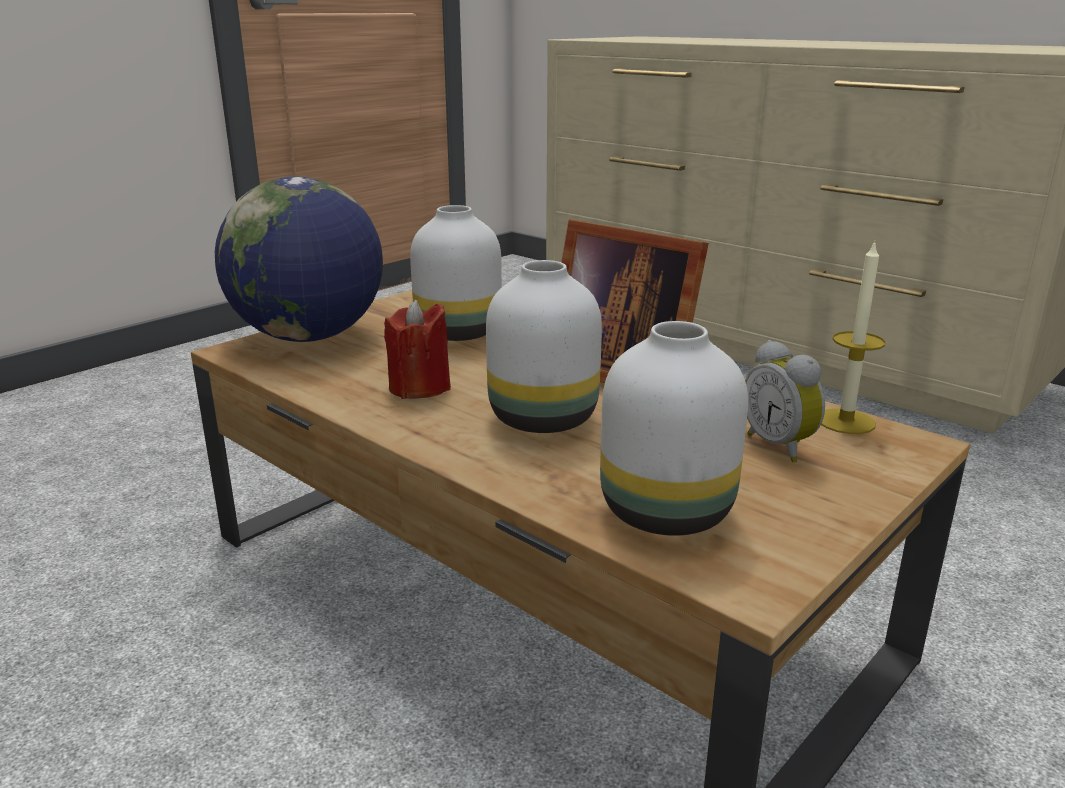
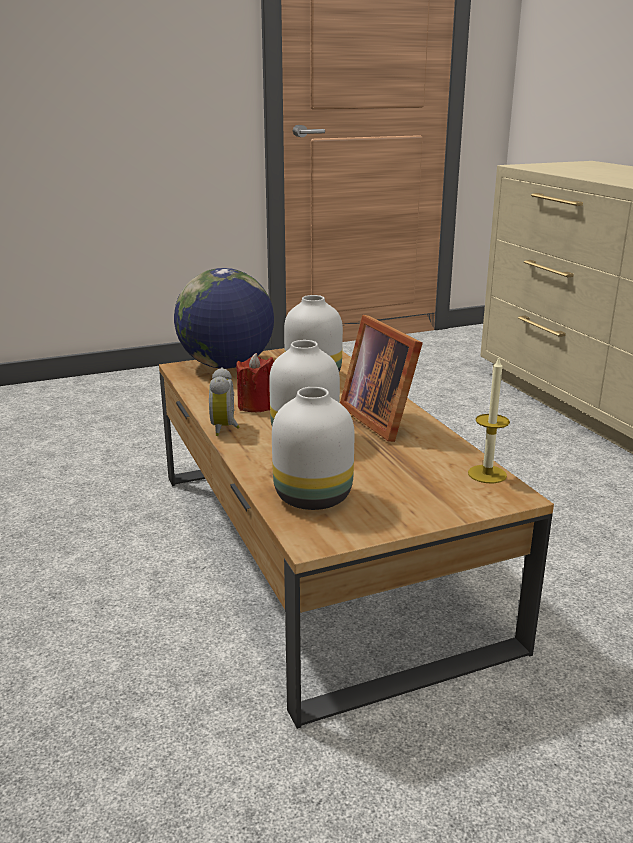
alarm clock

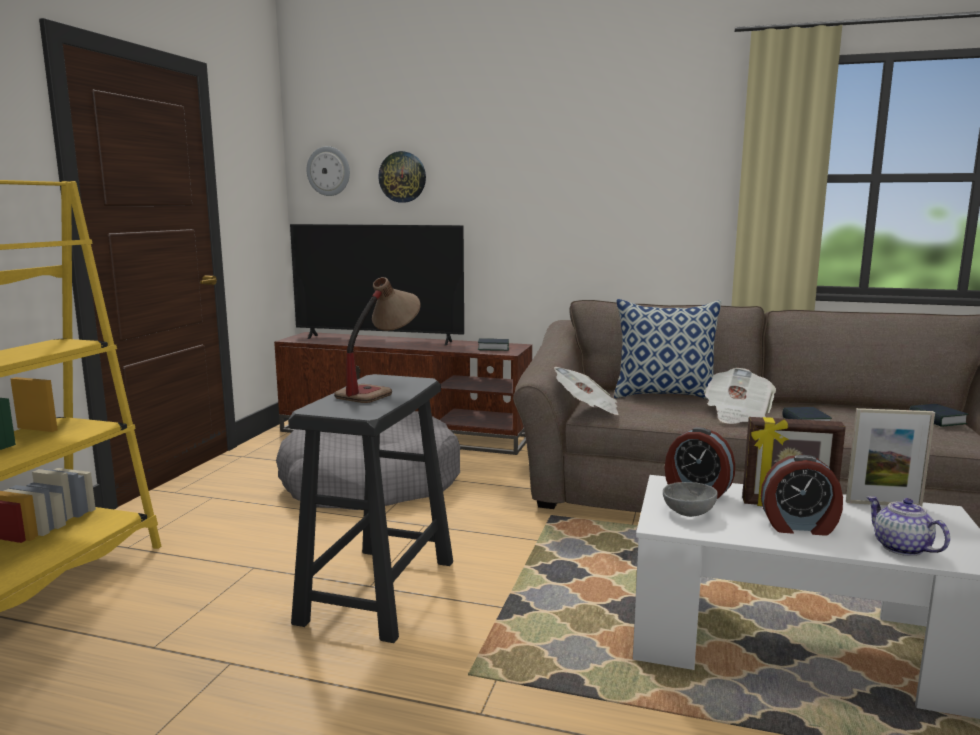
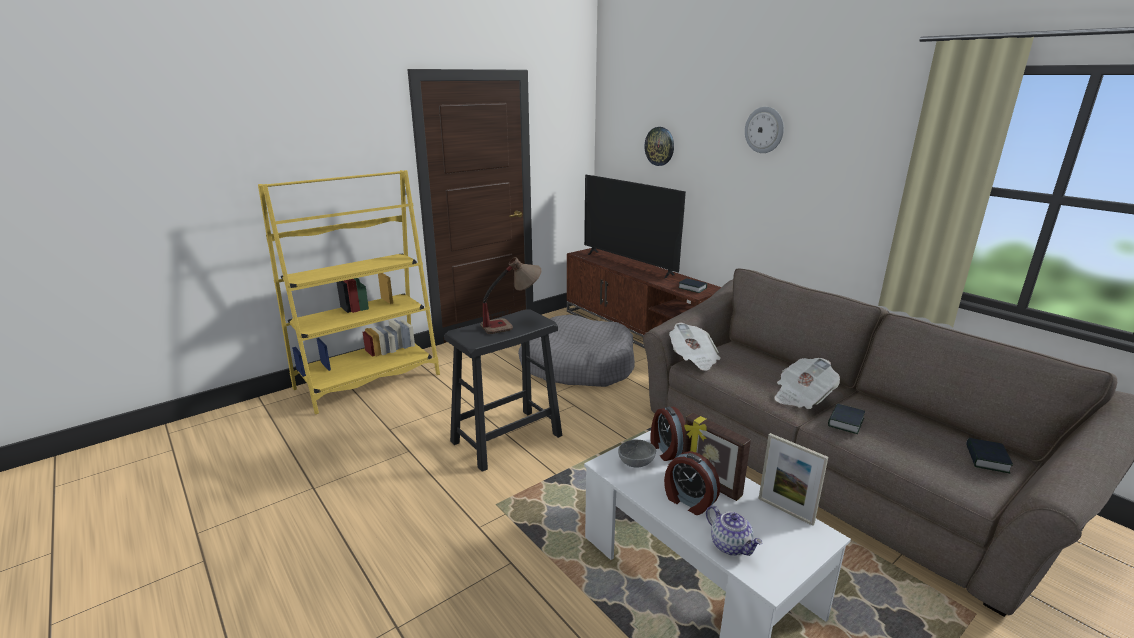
wall clock (2nd from left); pillow; teapot

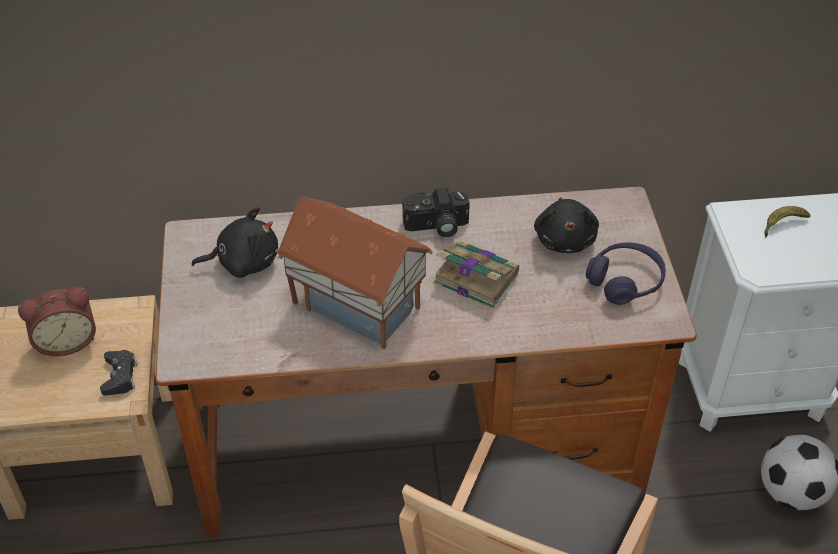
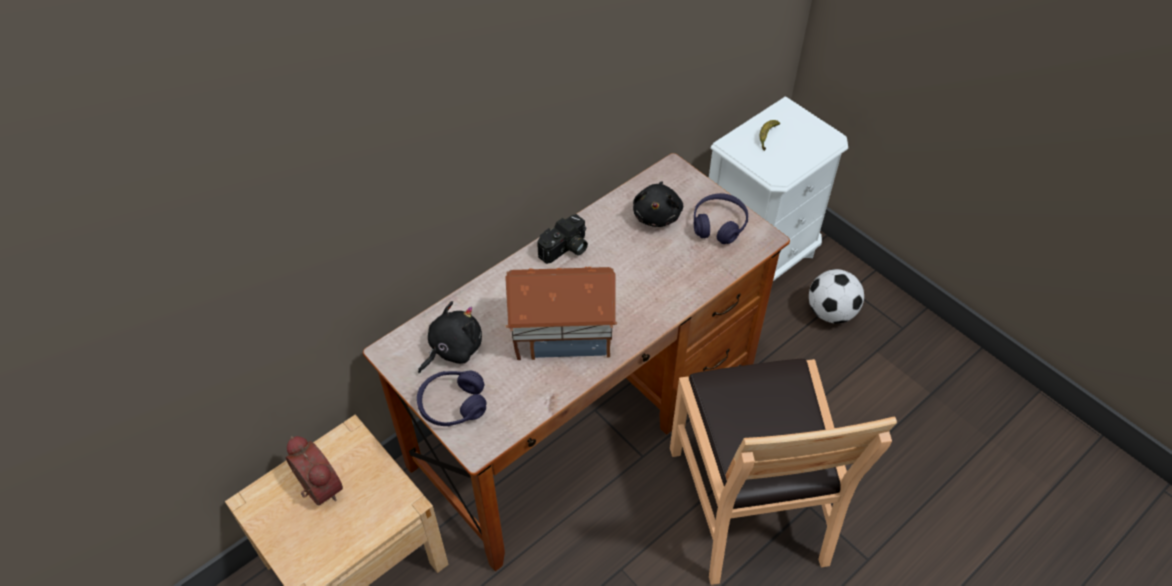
alarm clock; black game controller; book; black plush toy (2nd from left); purple headphones (1st from left)

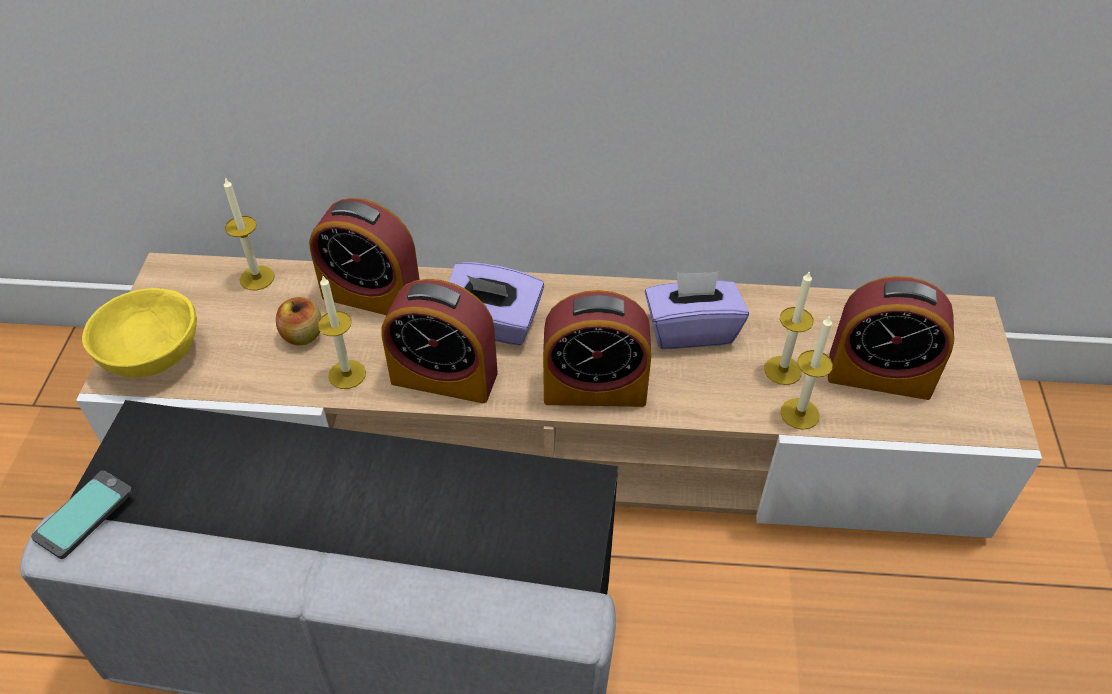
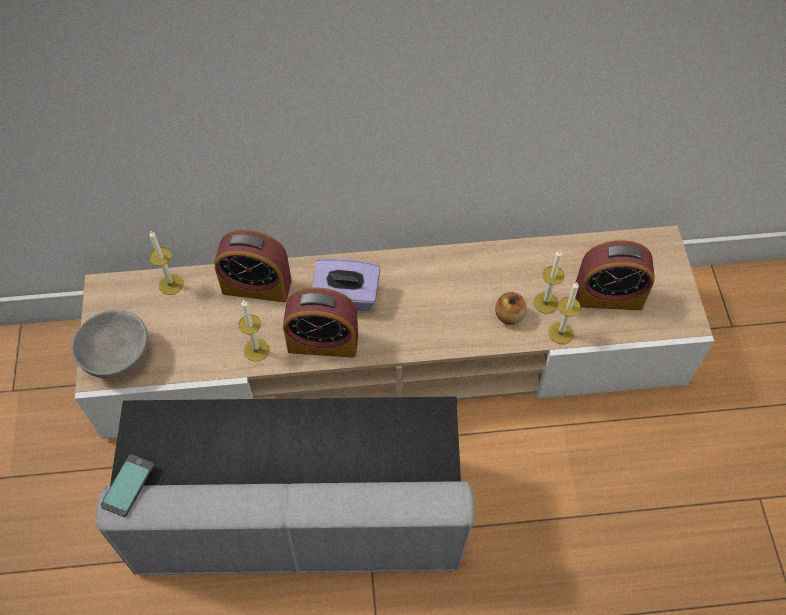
grey bowl; apple; alarm clock (3rd from left in the first image); purple tissue box (2nd from left in the first image)

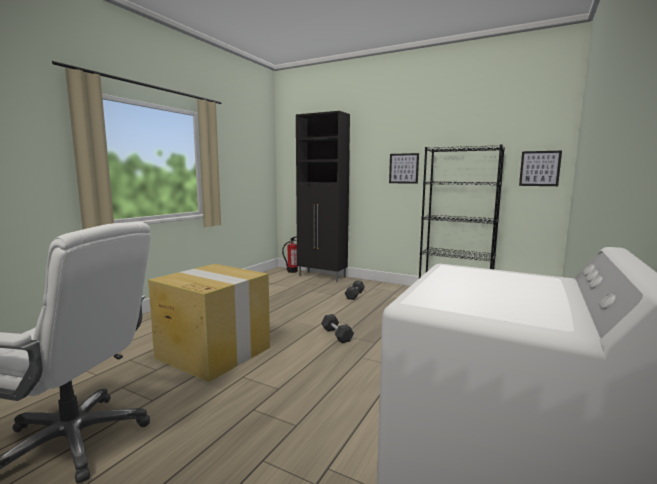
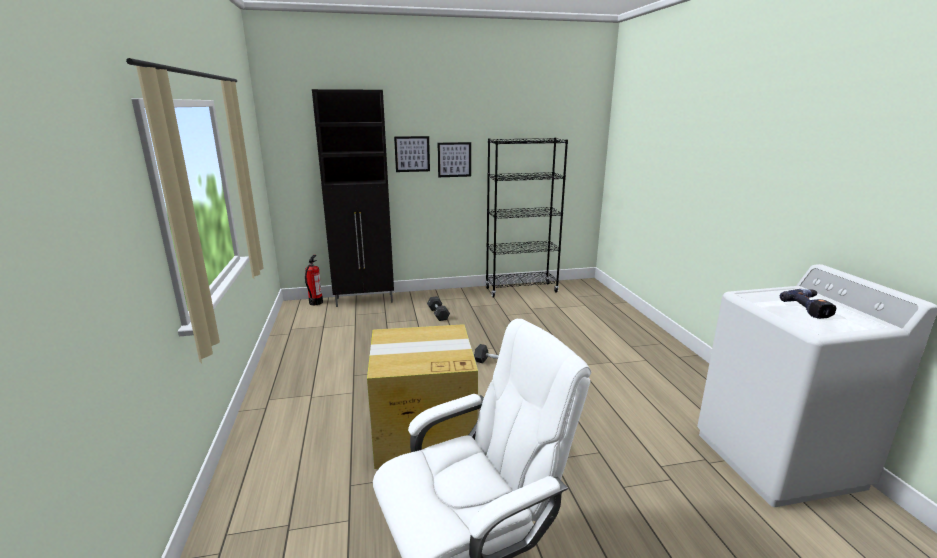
picture (1st from left); power drill

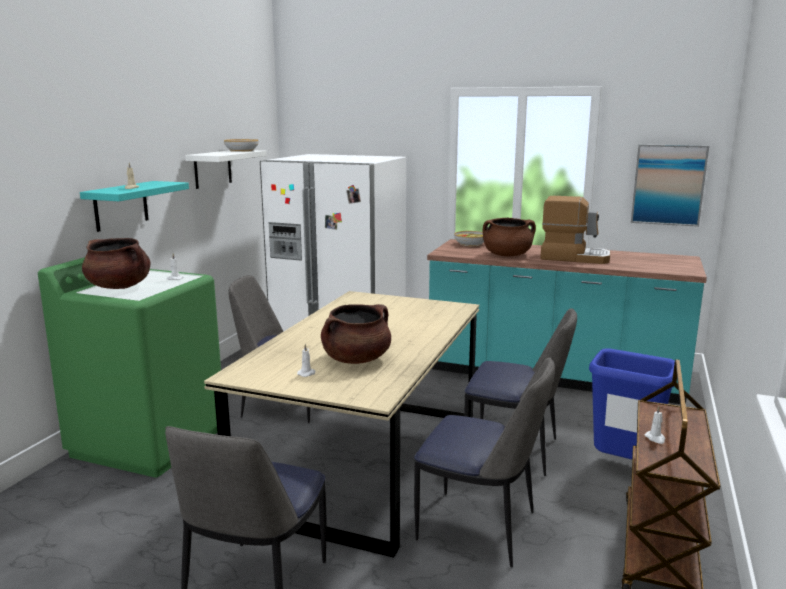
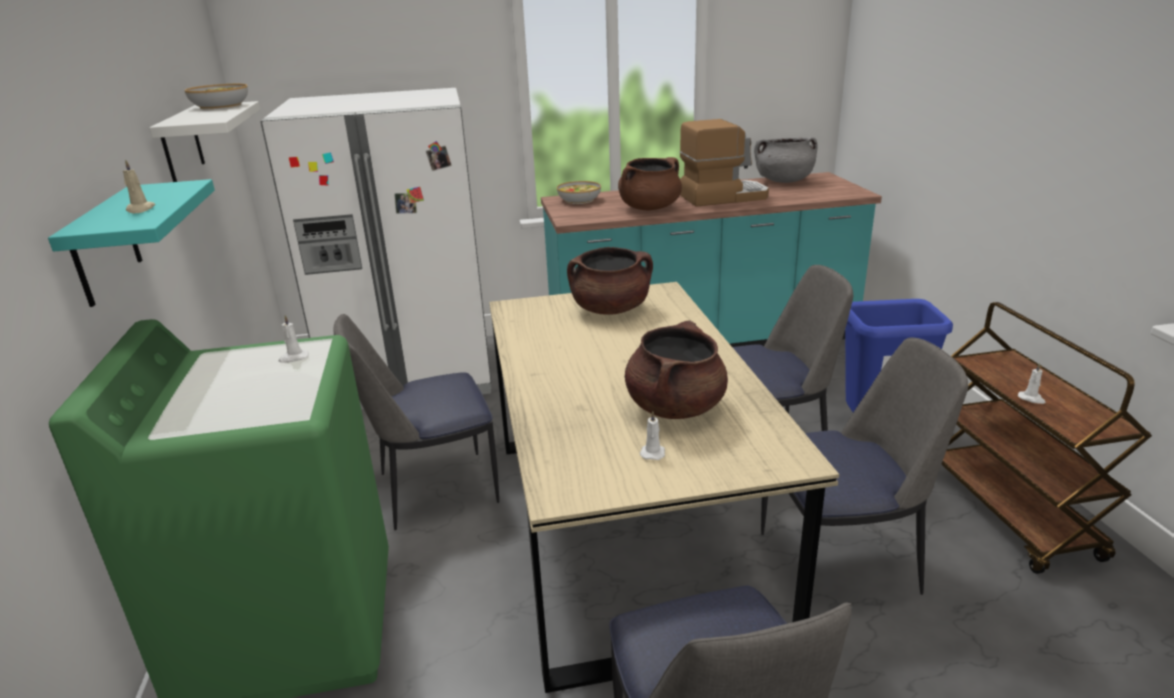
brown cooking pot (1st from left); picture; grey cooking pot

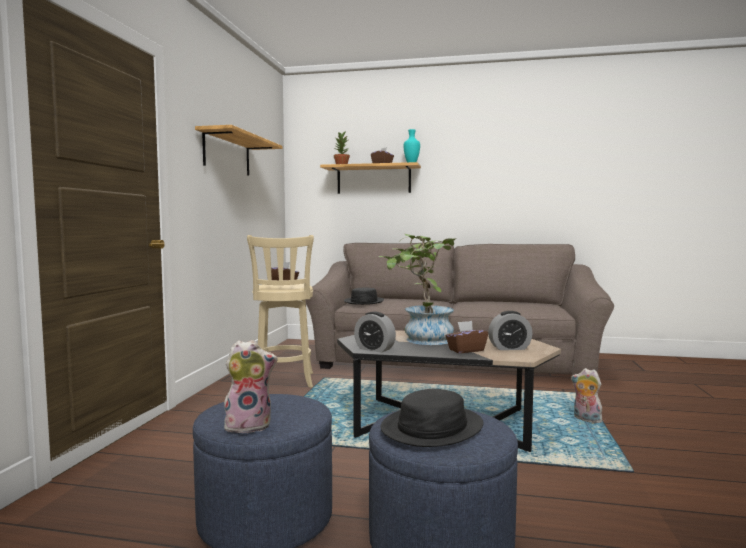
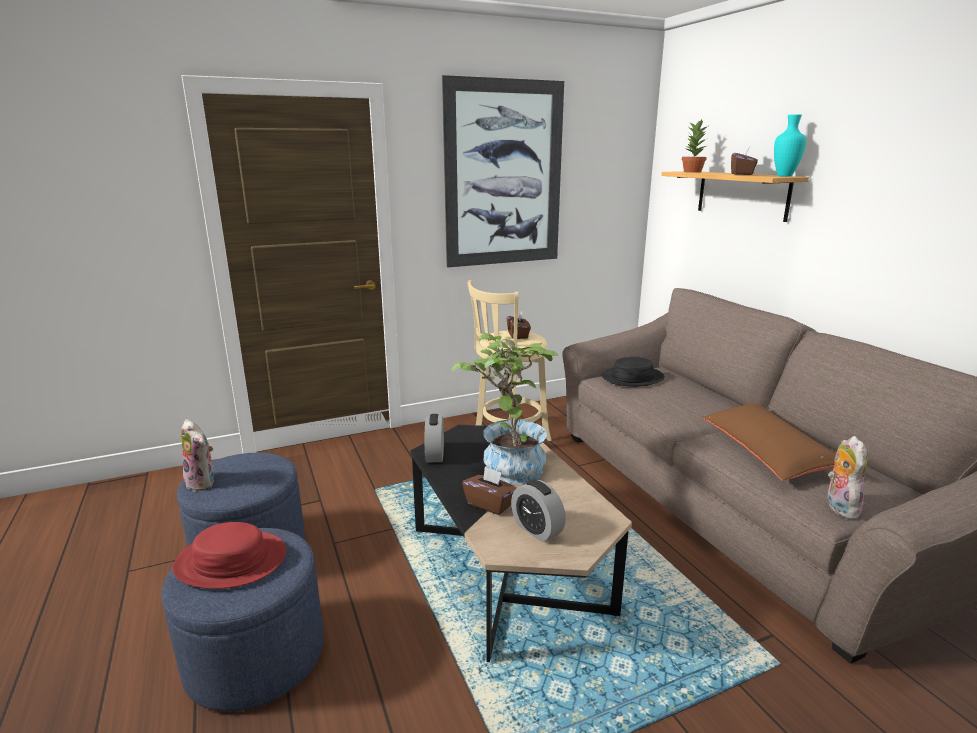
picture; red hat; plush toy (2nd from left); brown pillow

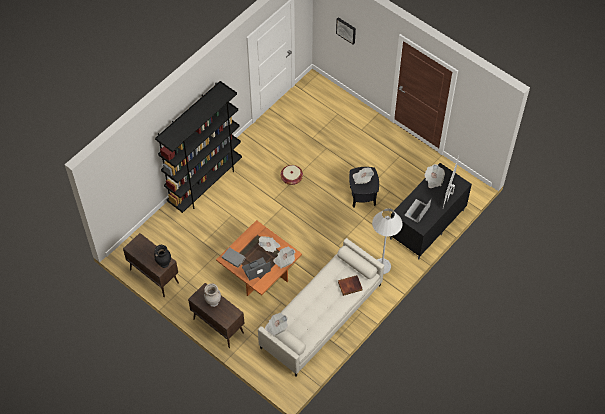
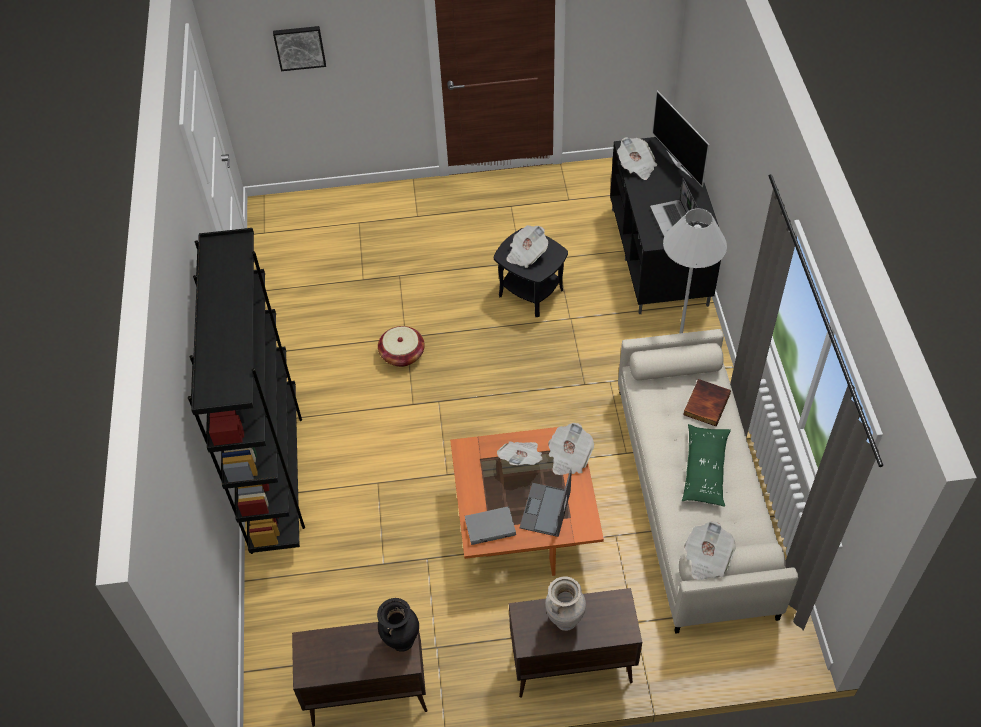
green pillow

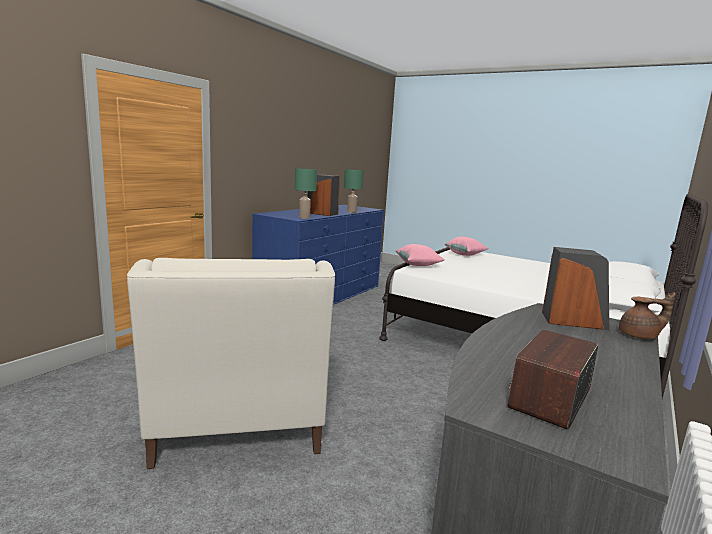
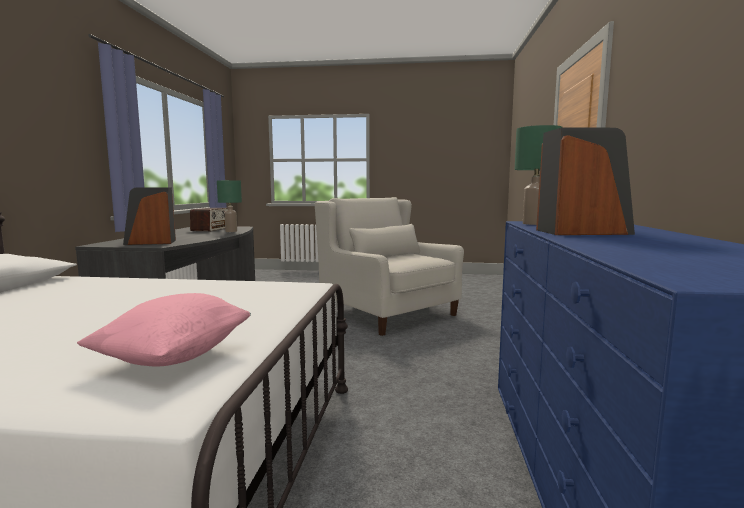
green table lamp (1st from left); pink pillow (1st from left in the first image); brown teapot

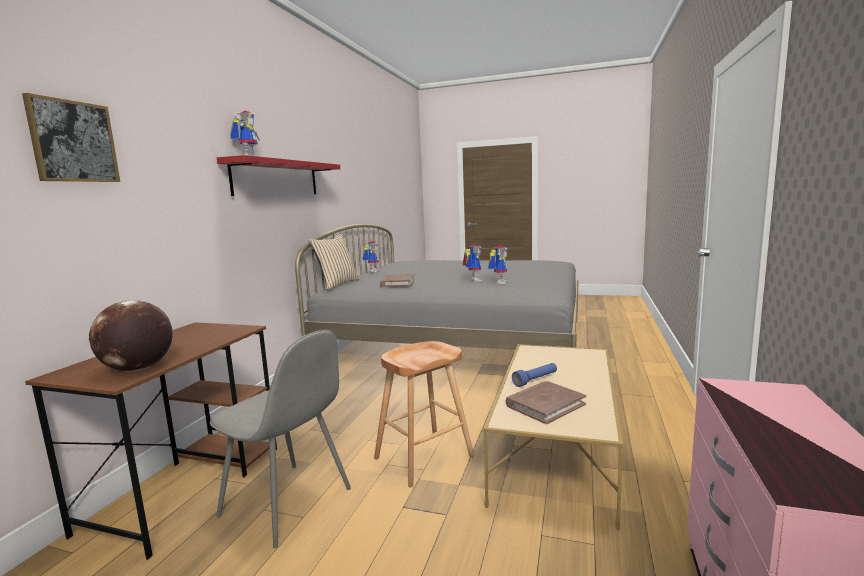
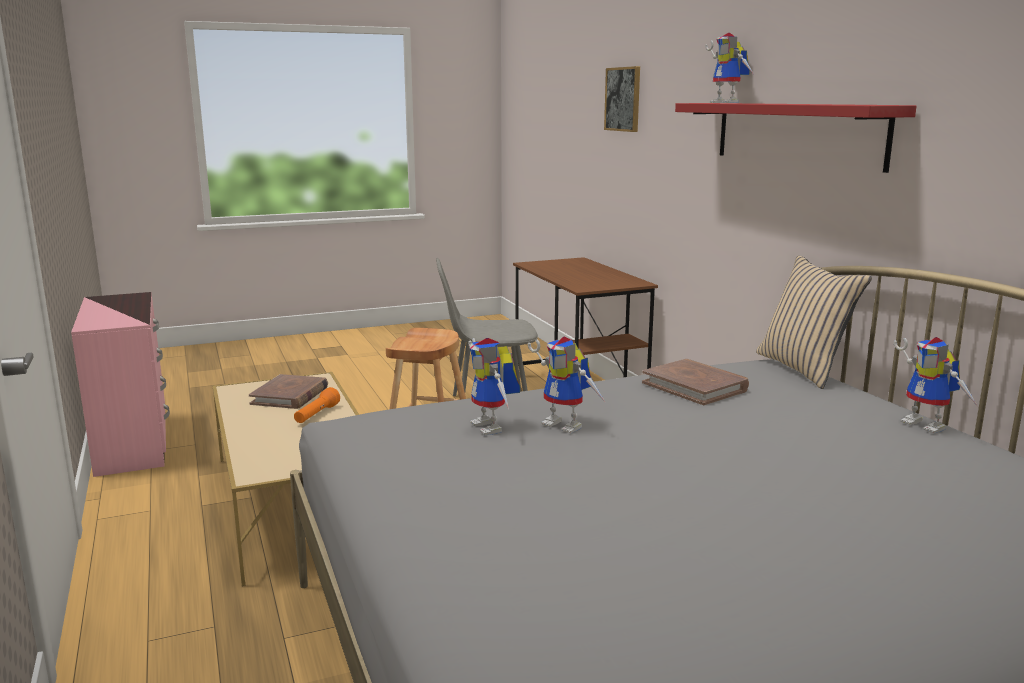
globe; orange flashlight

